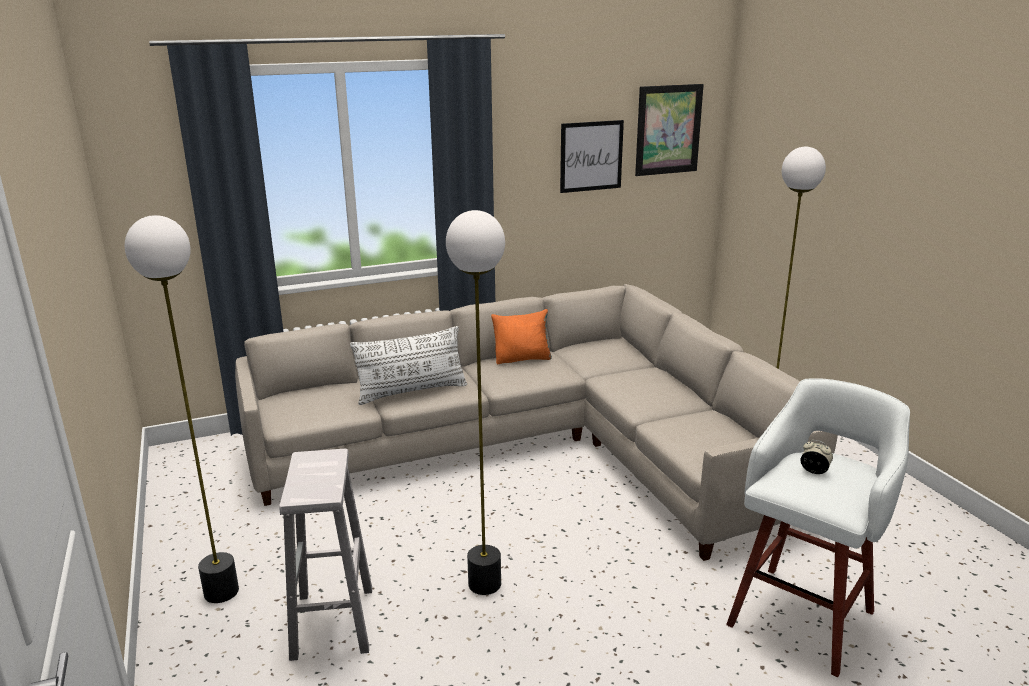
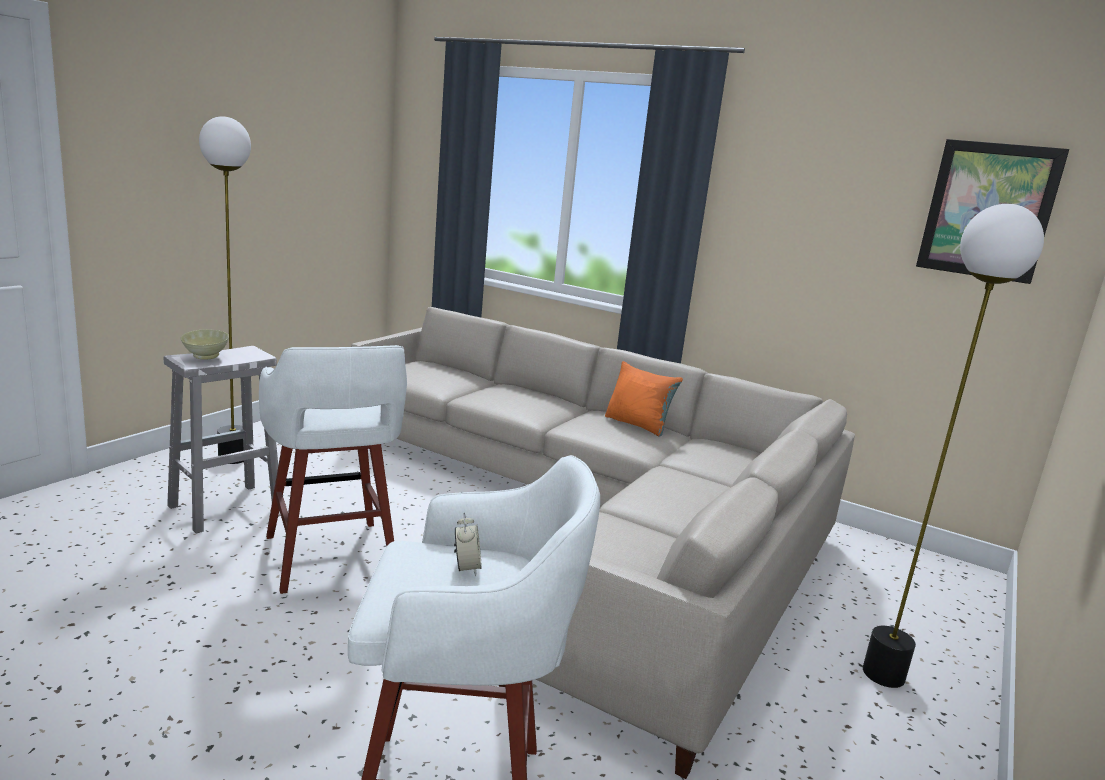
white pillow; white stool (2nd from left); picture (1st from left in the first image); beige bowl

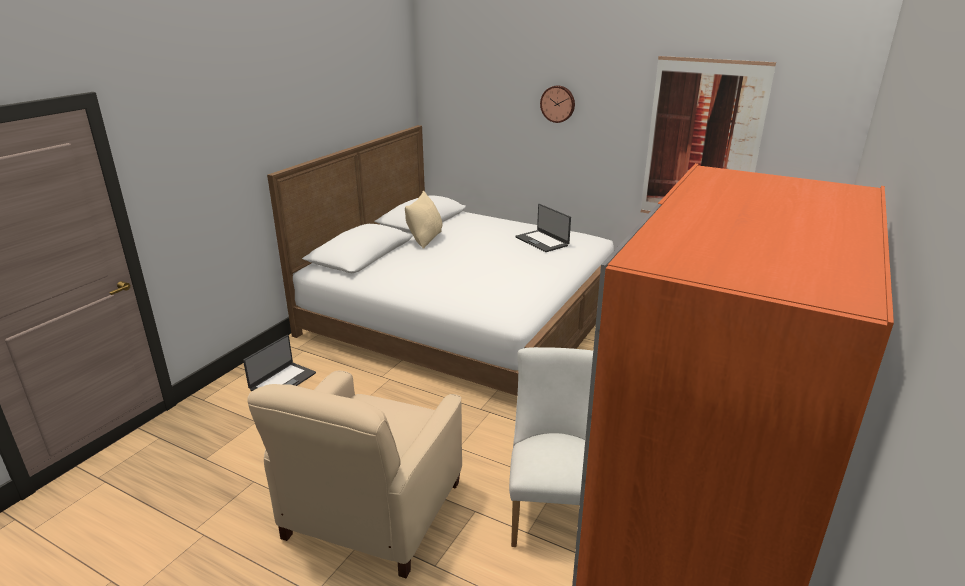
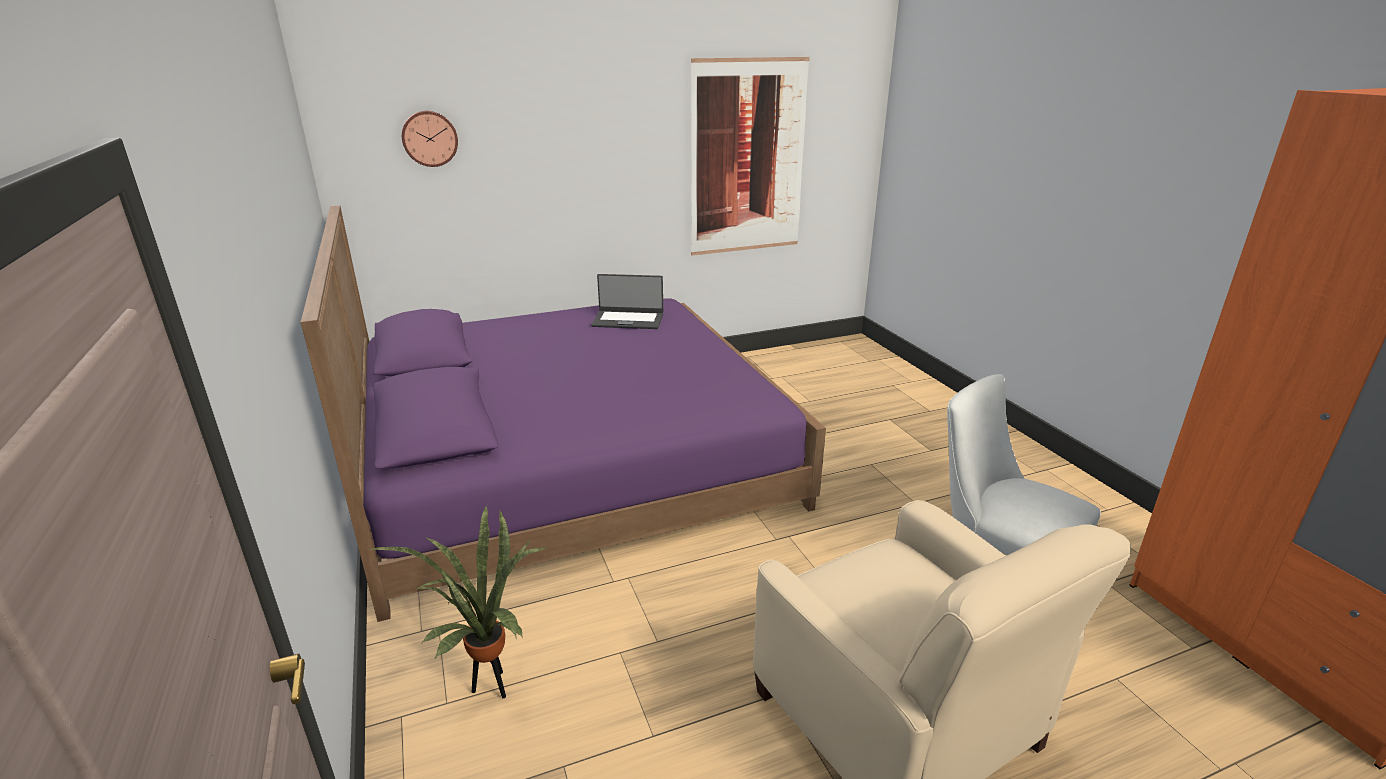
potted plant; purple bed; beige pillow; wall clock

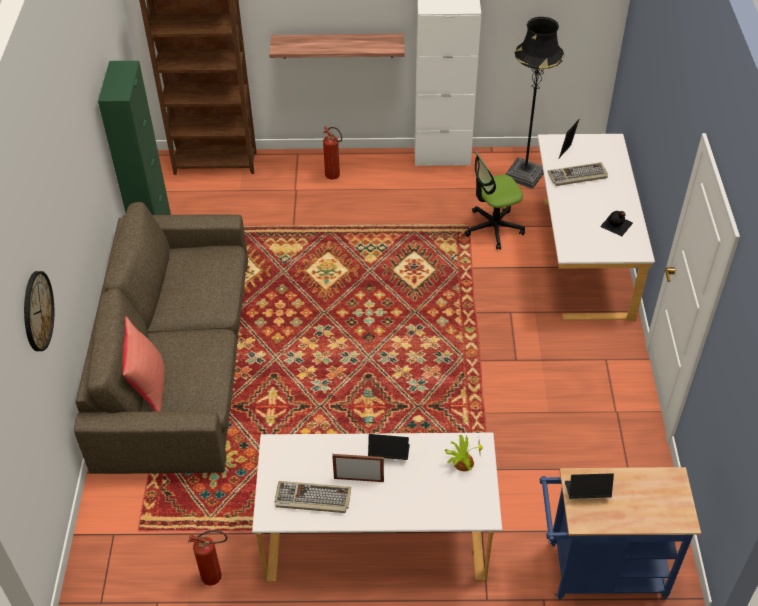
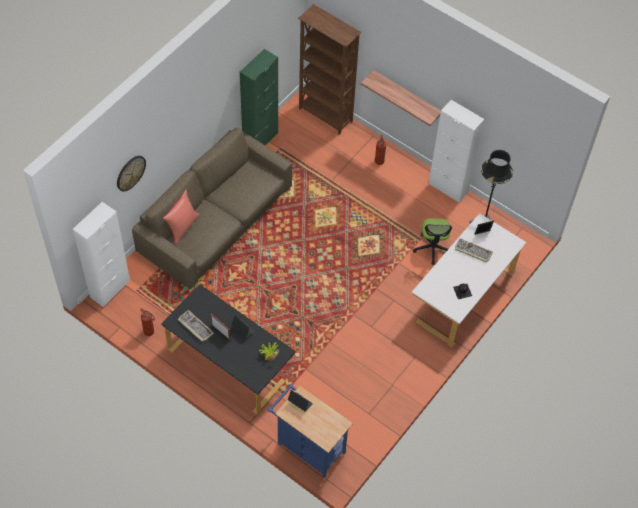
black desk; office chair; white cabinet (1st from left)

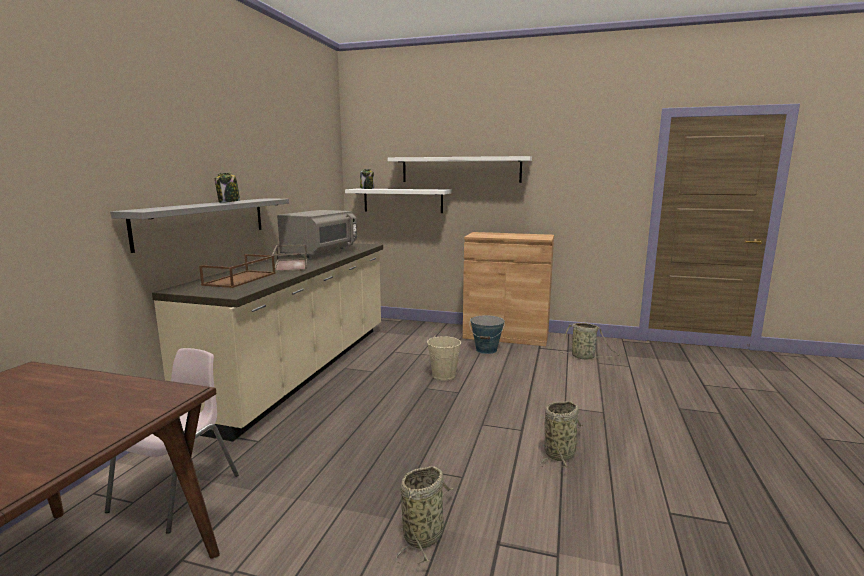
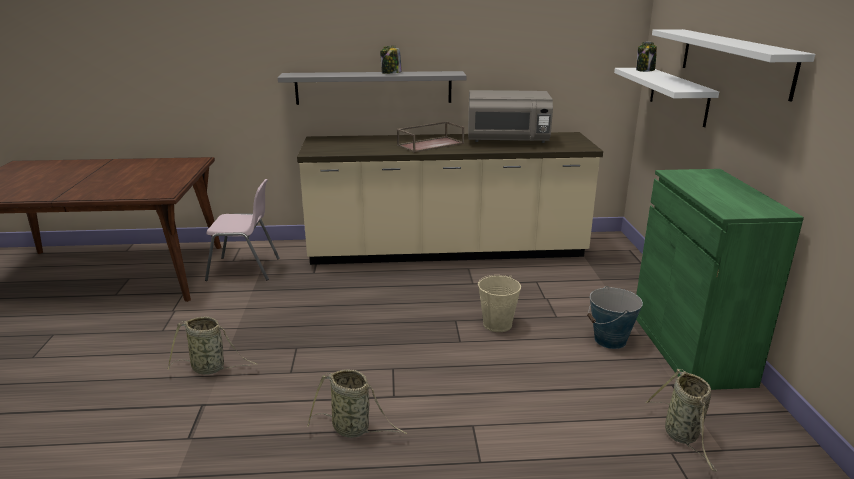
brown tray (1st from left in the first image); green cabinet

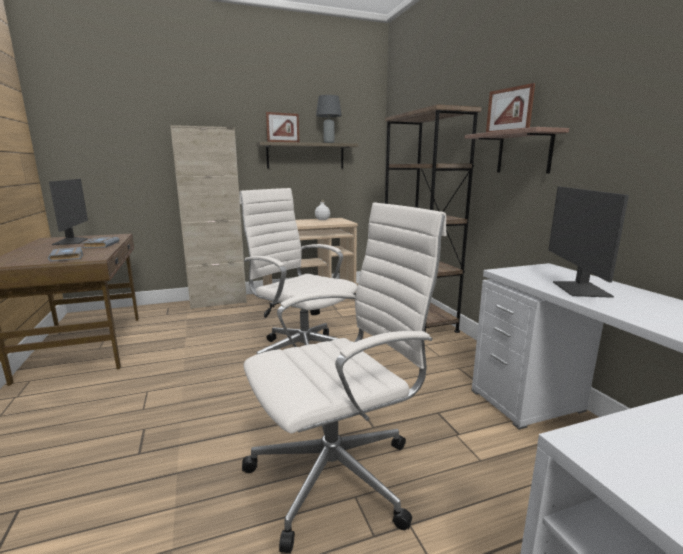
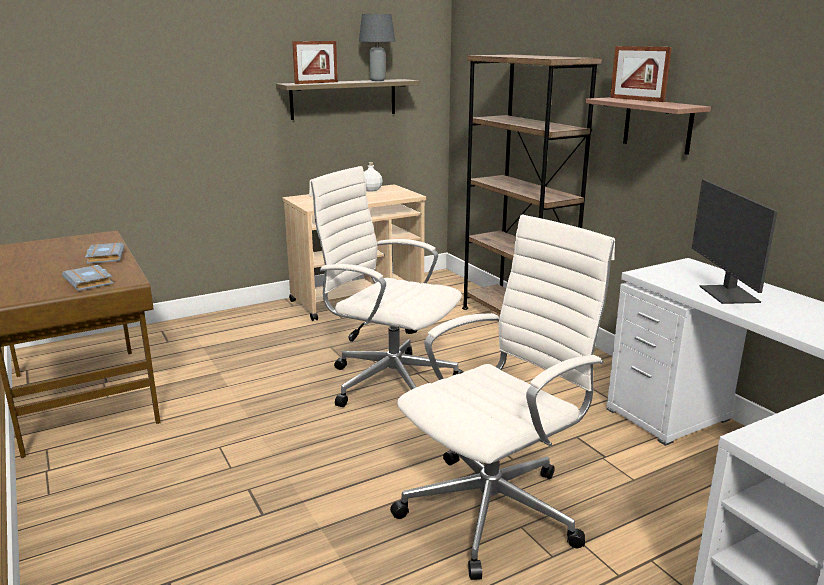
monitor (1st from left in the first image); beige cabinet

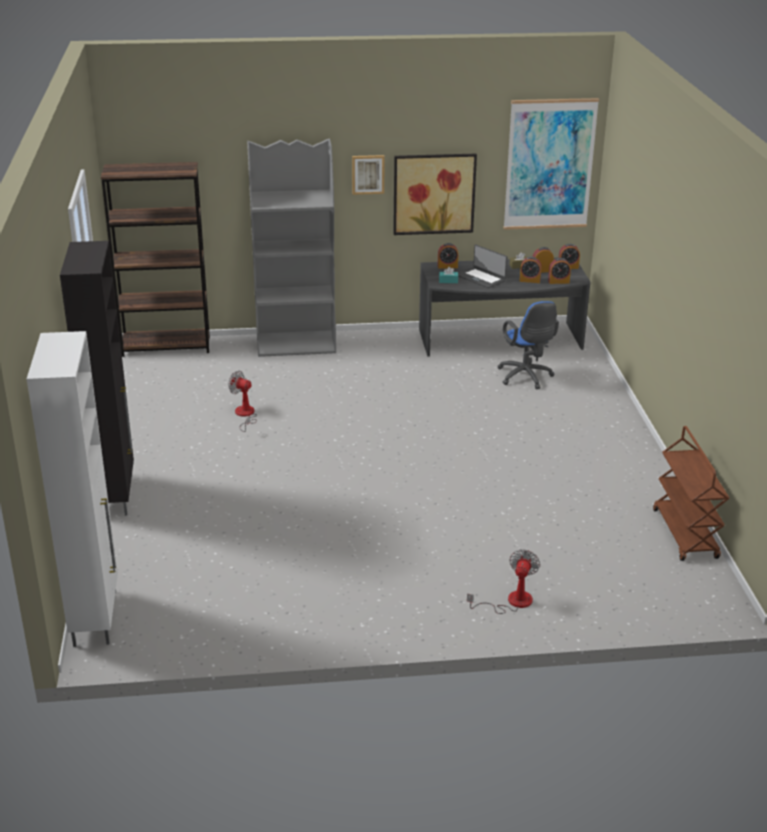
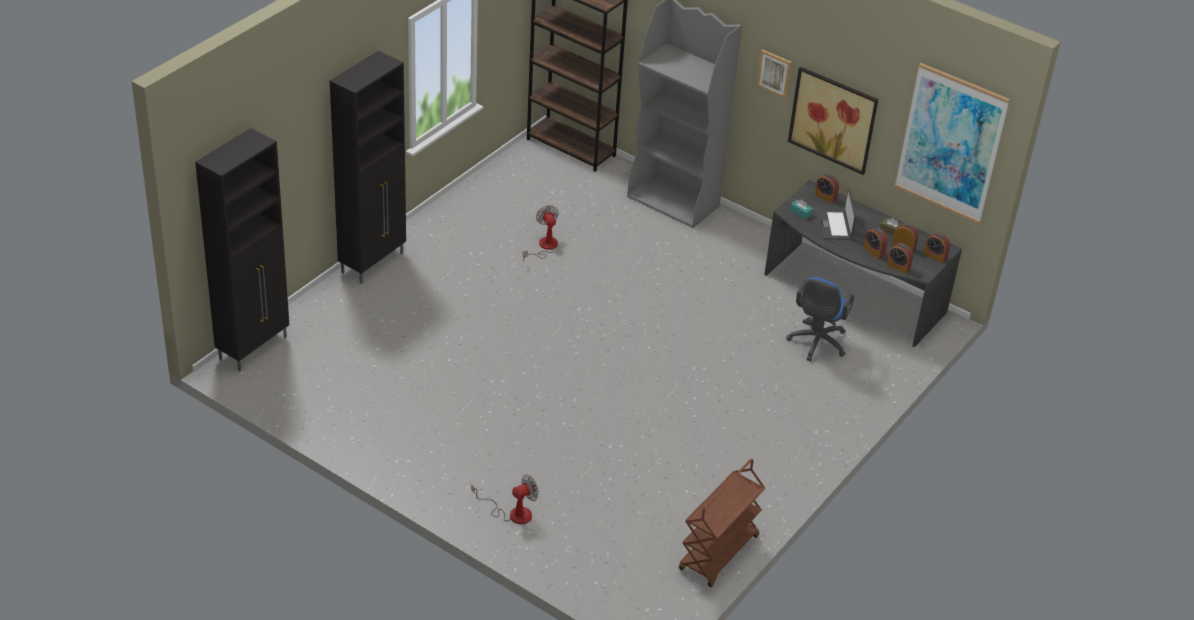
black cabinet (1st from left)

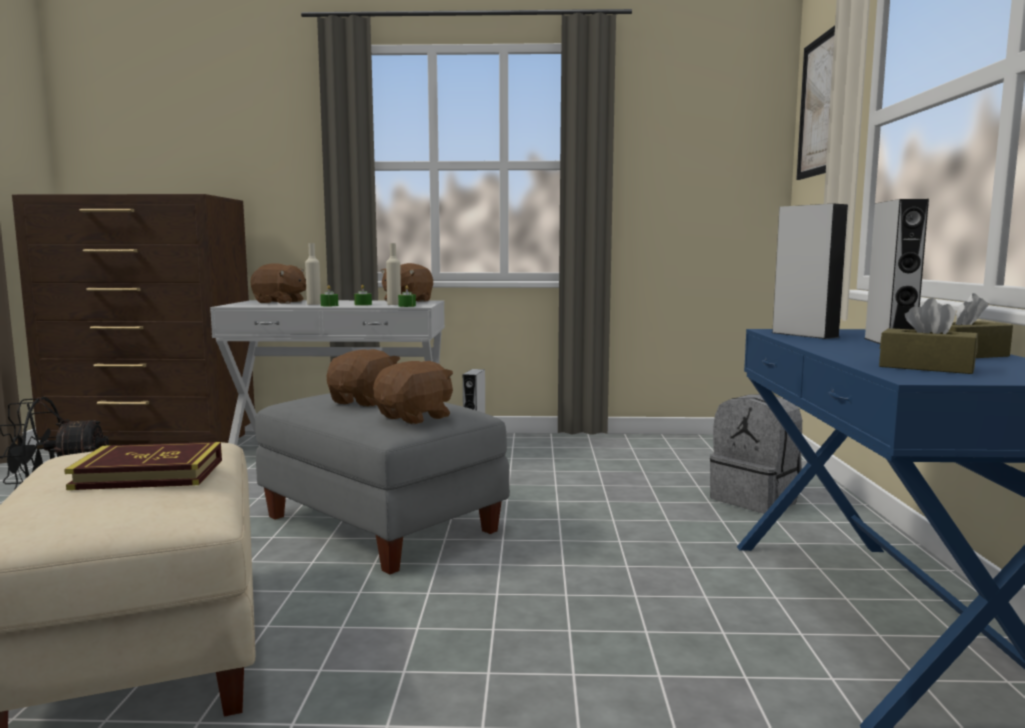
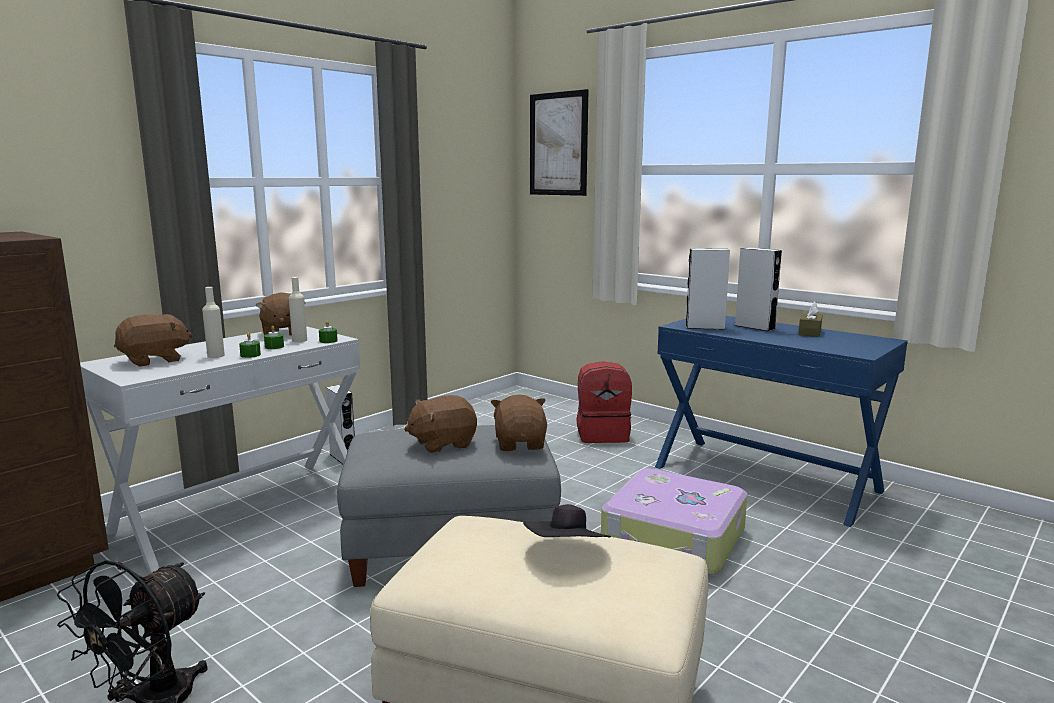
black hat; brown plush toy (3rd from left); red backpack; brown tissue box (1st from left in the first image); suitcase

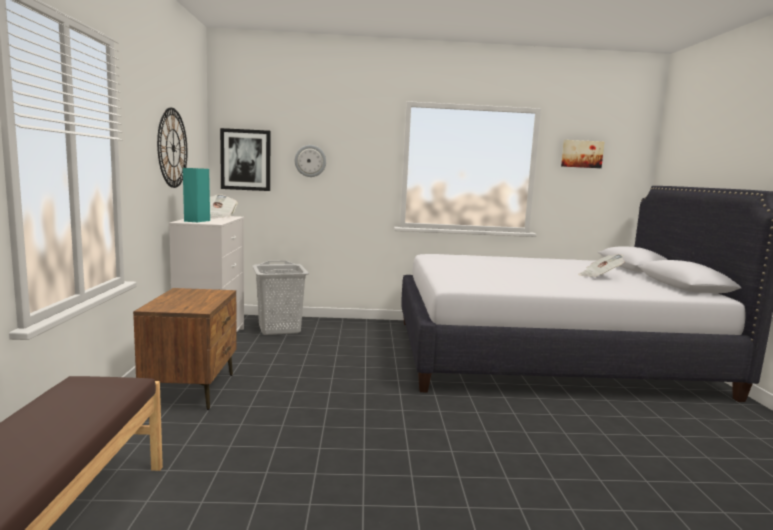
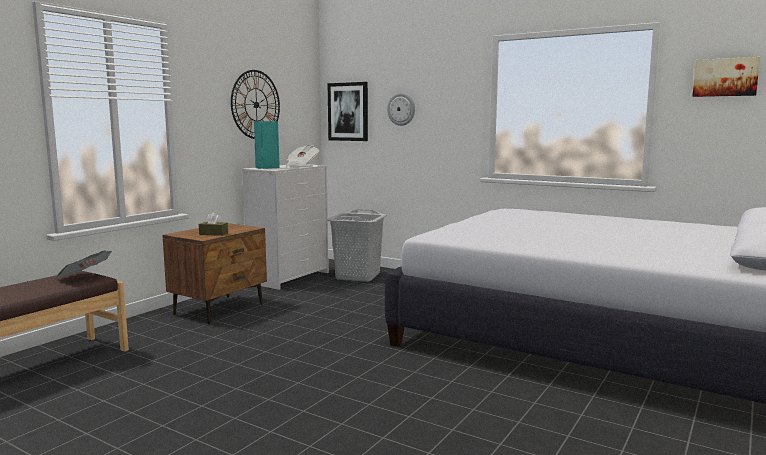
newspaper (1st from left); brown tissue box

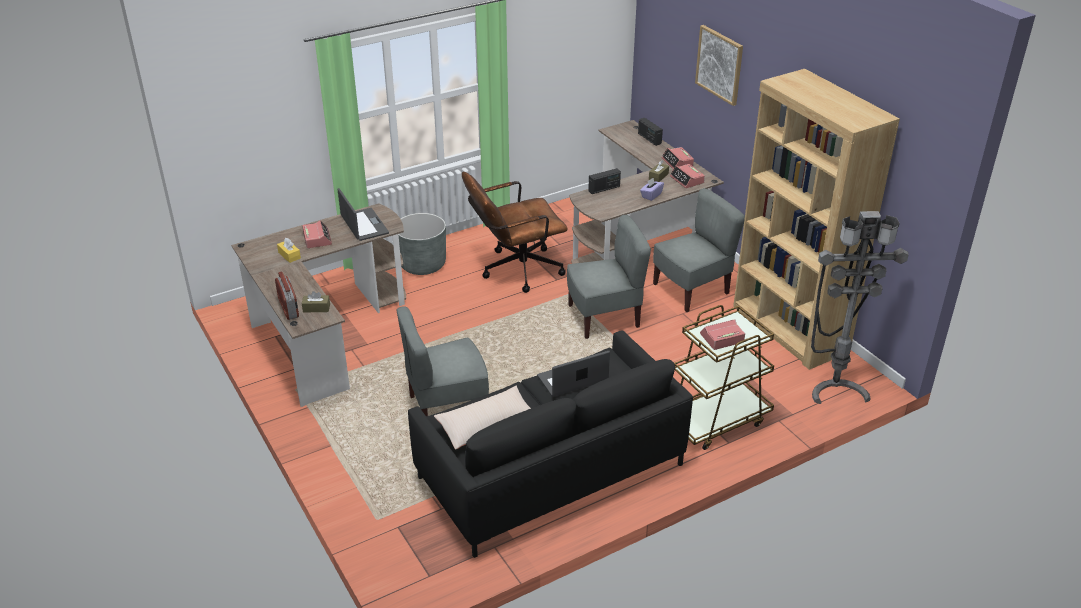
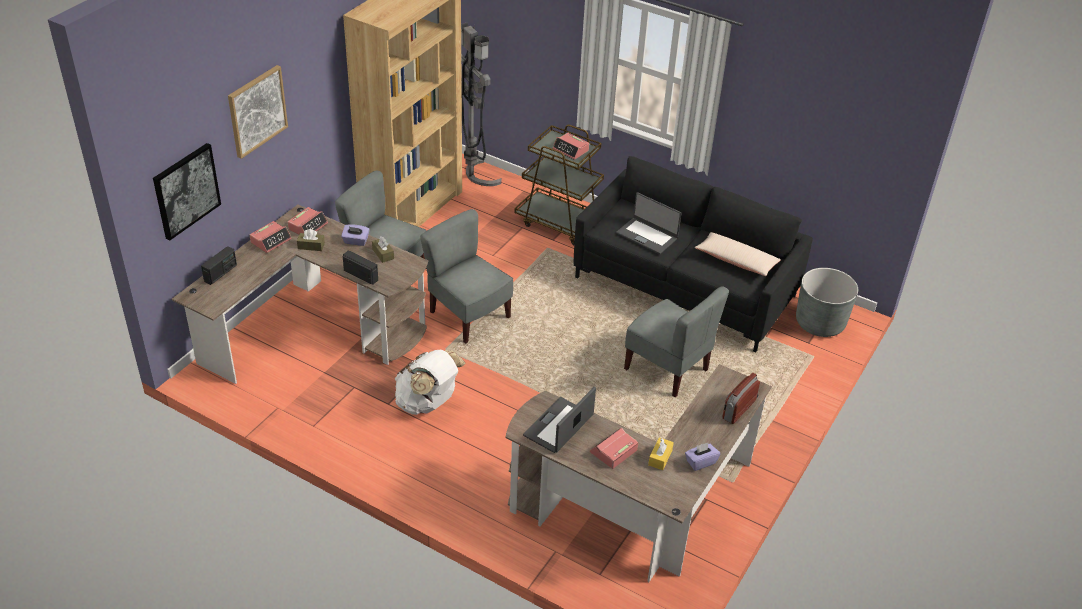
brown tissue box (2nd from left); grey planter; white backpack; picture (1st from left); purple tissue box (2nd from left)

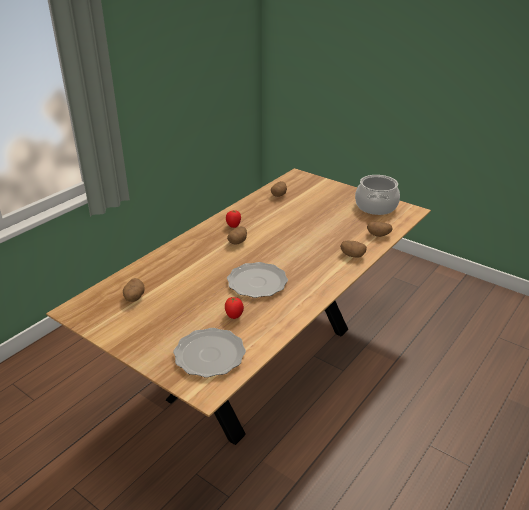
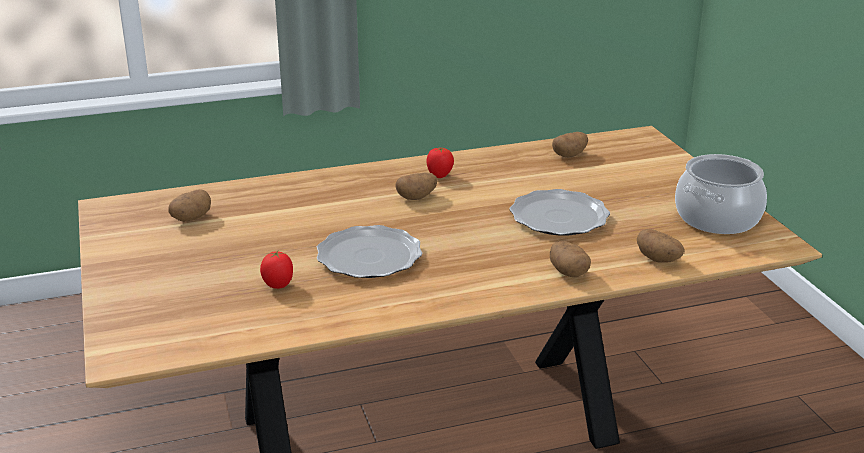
plate (2nd from left)

